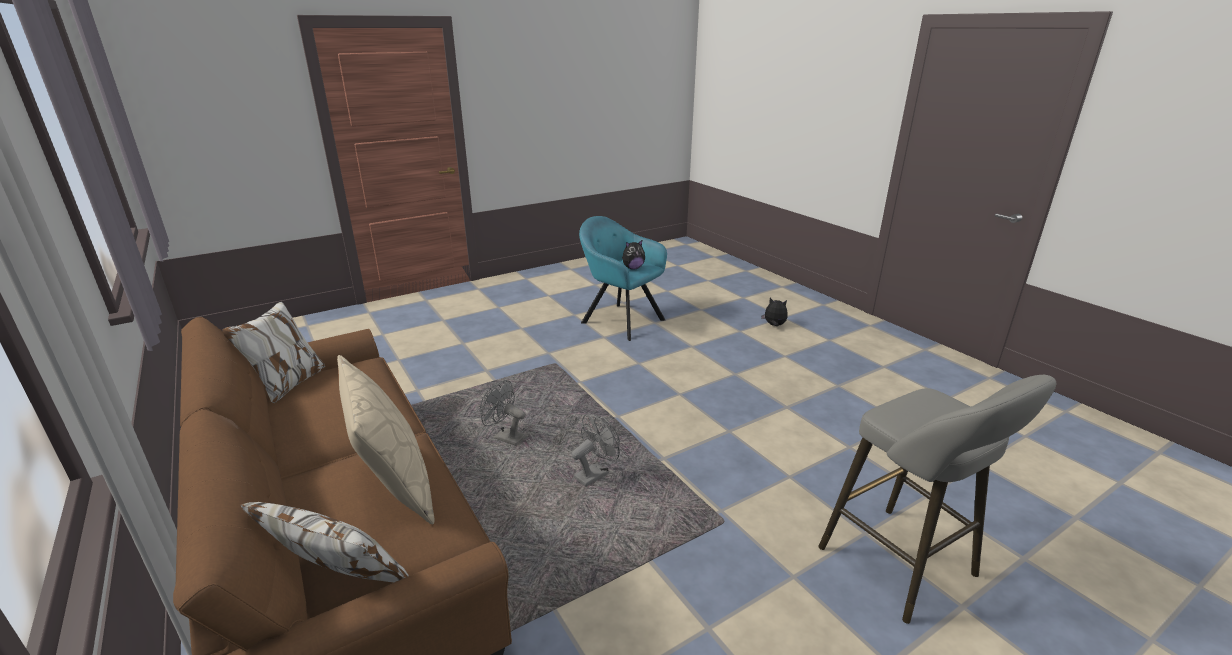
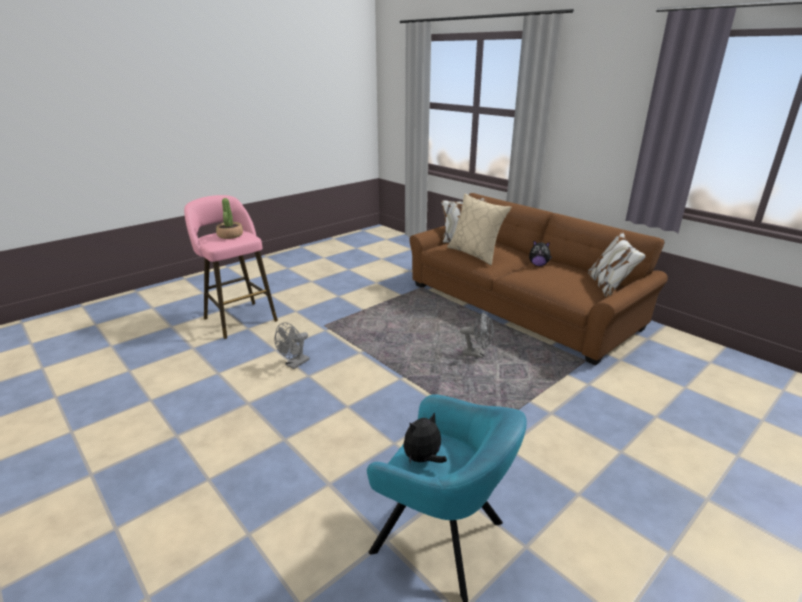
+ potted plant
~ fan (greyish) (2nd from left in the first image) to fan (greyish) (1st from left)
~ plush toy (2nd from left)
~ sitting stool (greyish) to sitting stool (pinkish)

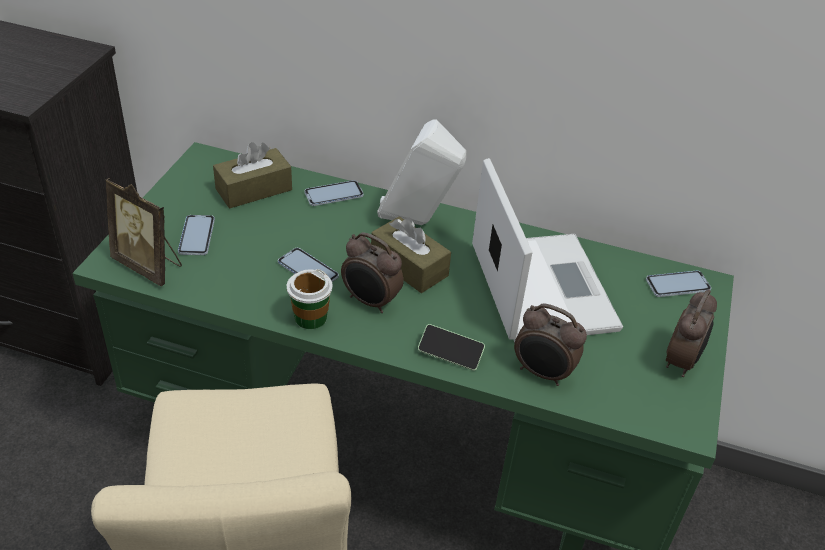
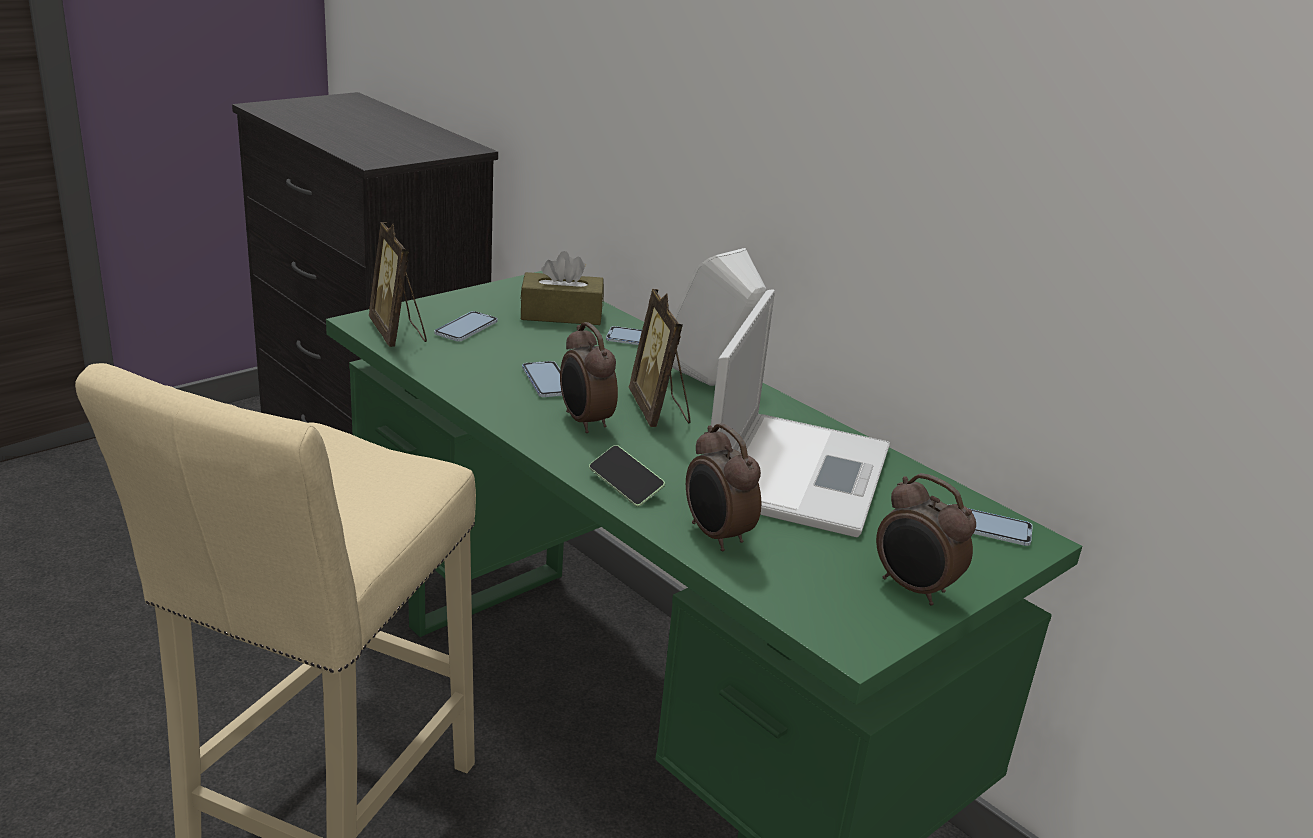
- drinking cup
~ box of tissues (brown-coloured) (2nd from left) to picture frame (2nd from left)
~ table clock (3rd from left) 75 degrees clockwise

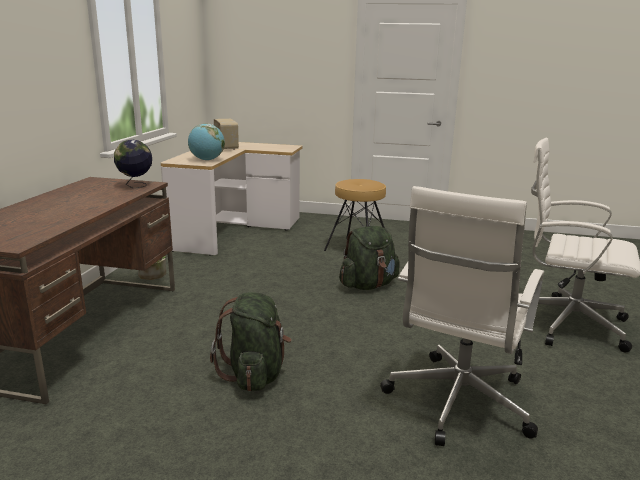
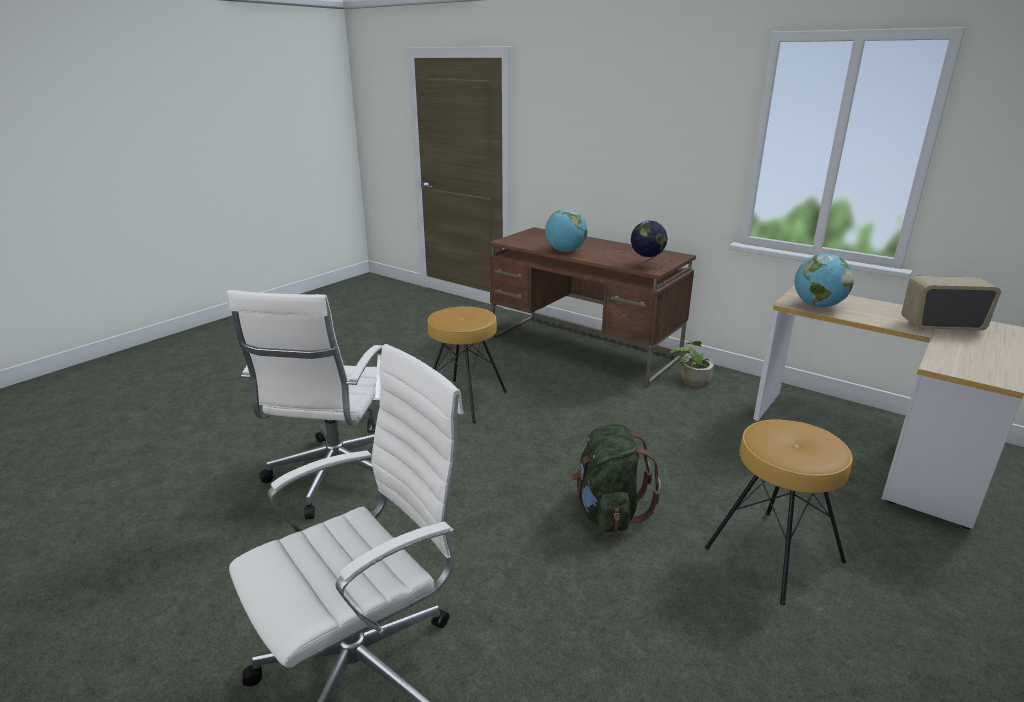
+ world globe (1st from left)
~ backpack (green) (1st from left) to sitting stool (brown-coloured) (1st from left)
~ desk chair (whitish) (1st from left) 135 degrees counterclockwise

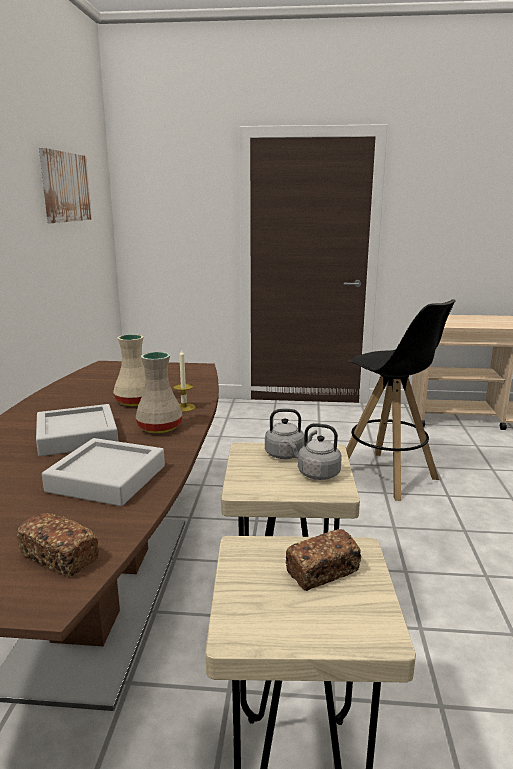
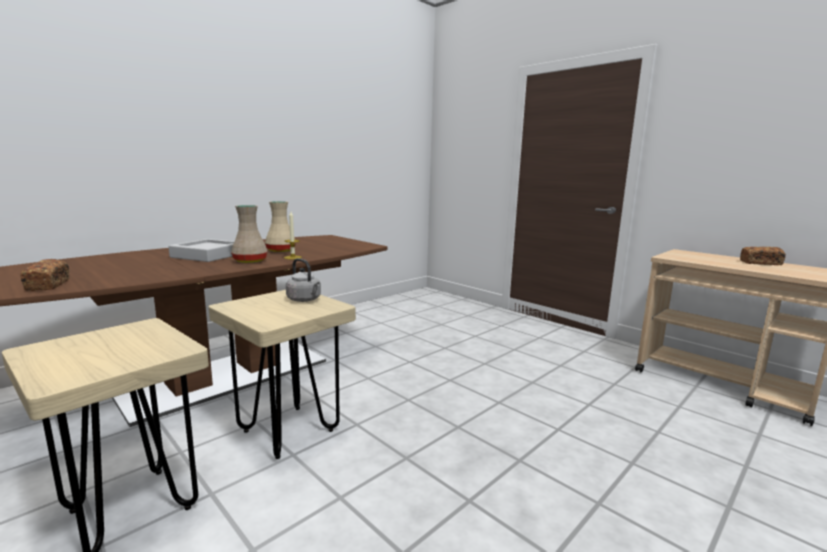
- picture
- carrying tray (greyish) (2nd from left)
- kettle (greyish) (2nd from left)
- sitting stool (black)
~ bakery bread (2nd from left)

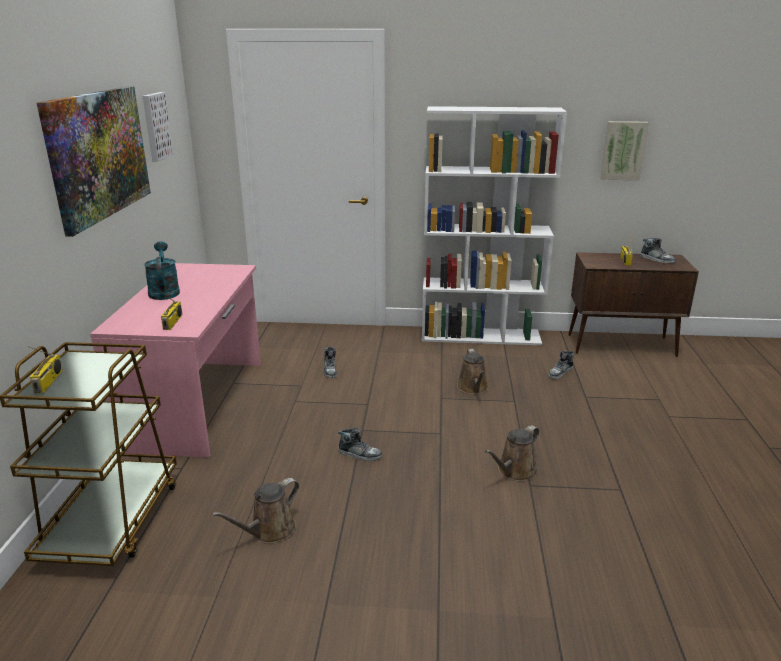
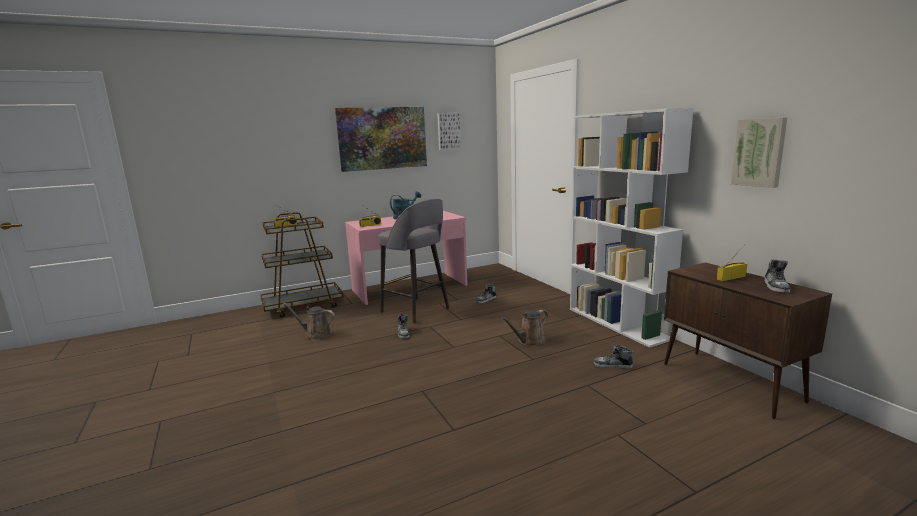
- watering pot (brown-coloured) (3rd from left)
+ sitting stool (greyish)

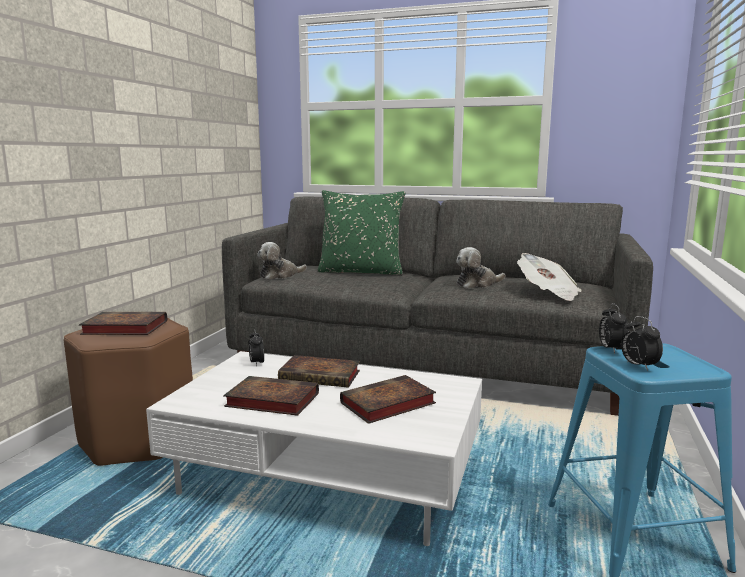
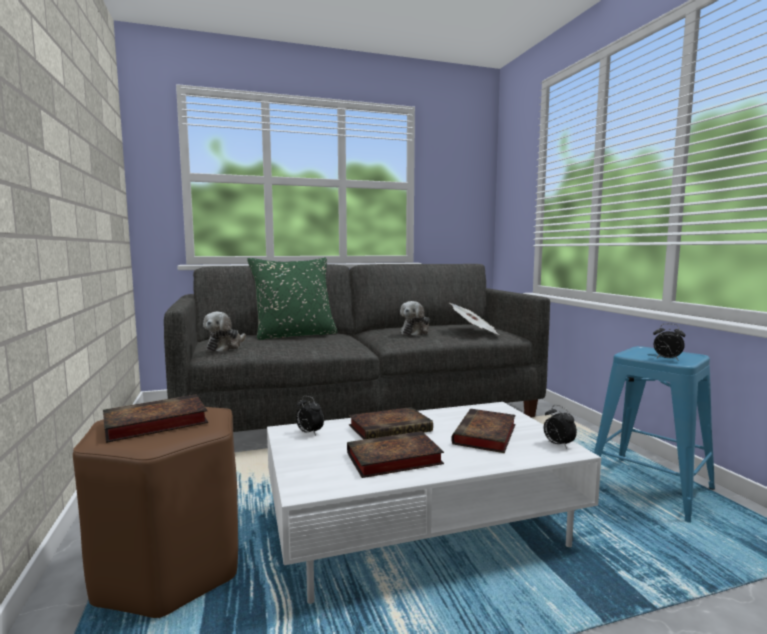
~ table clock (2nd from left)

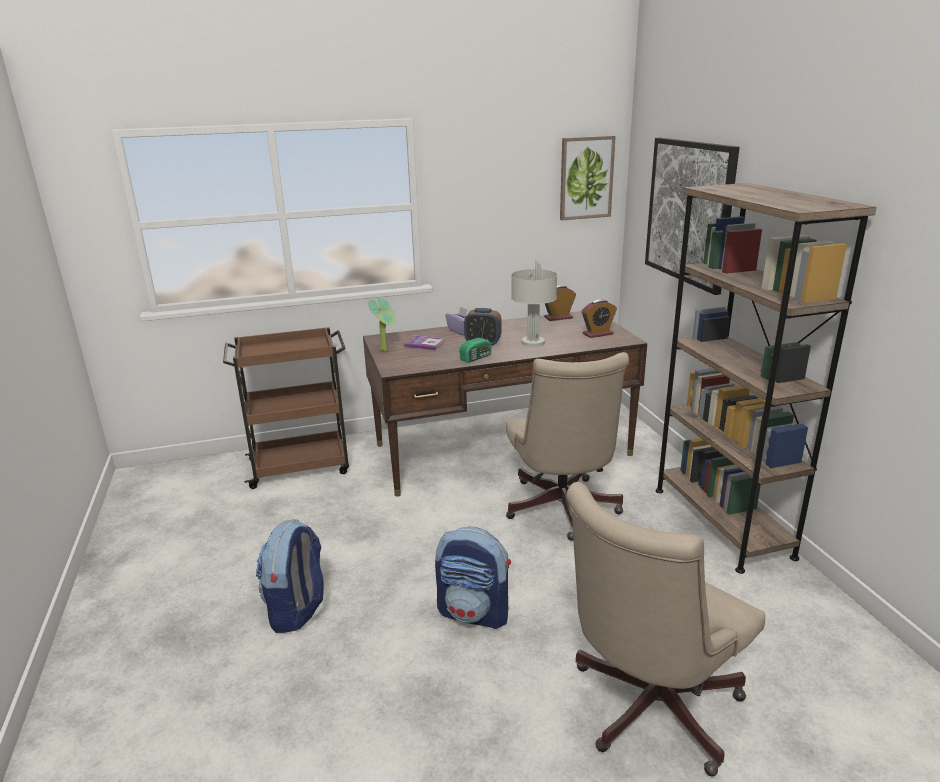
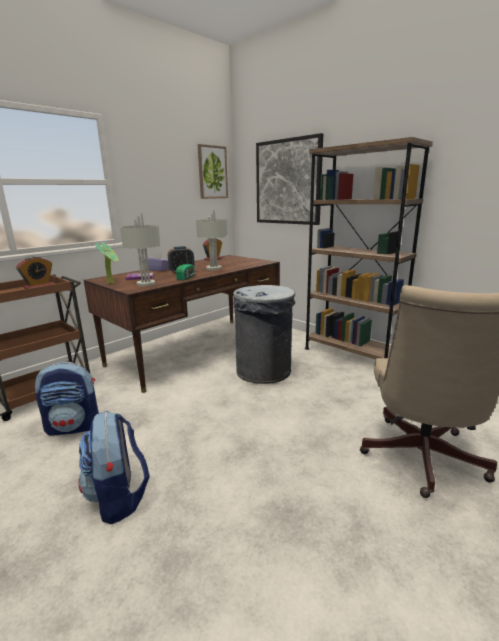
+ lamp for a table (greyish) (1st from left)
~ backpack (2nd from left in the first image) to backpack (1st from left)
~ table clock (3rd from left in the first image) to table clock (1st from left)
~ desk chair (sand-coloured) (1st from left) to trash can (greyish)

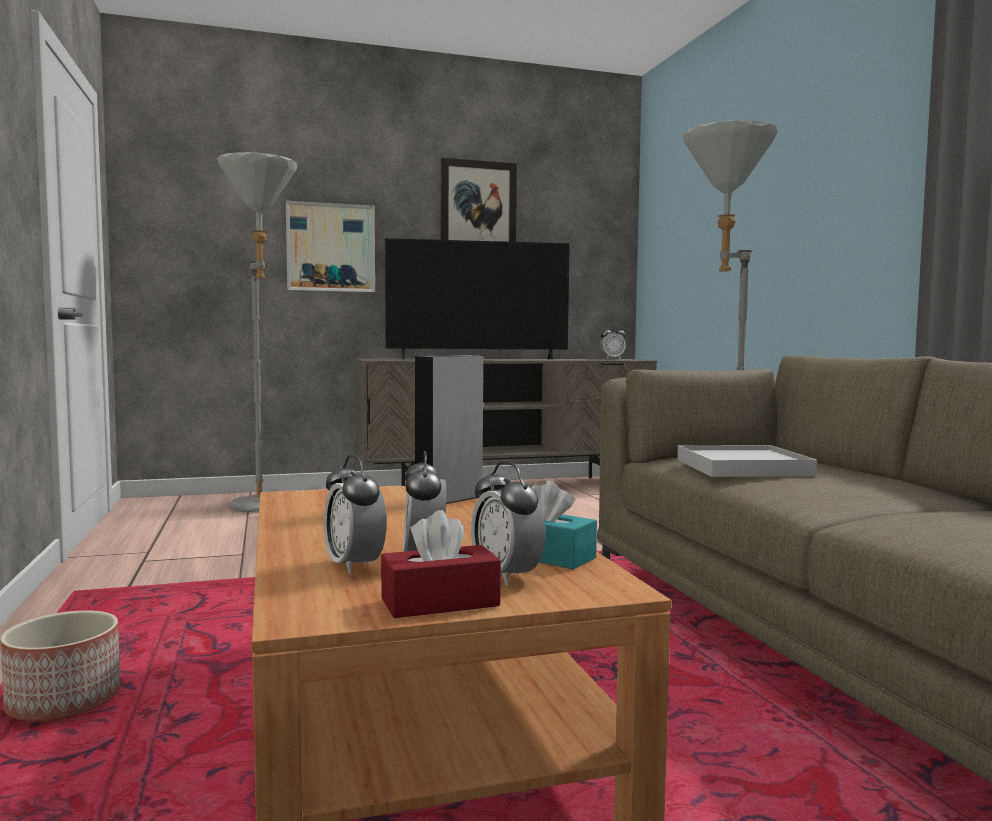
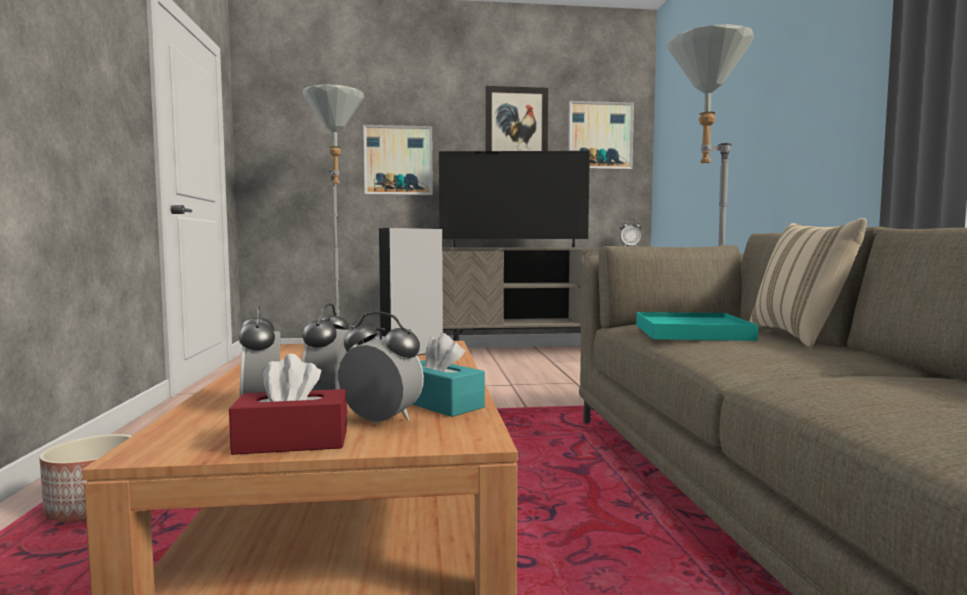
+ picture (3rd from left)
+ cushion (sand-coloured)
~ carrying tray (whitish) to carrying tray (turquoise)
~ table clock (3rd from left) 135 degrees clockwise

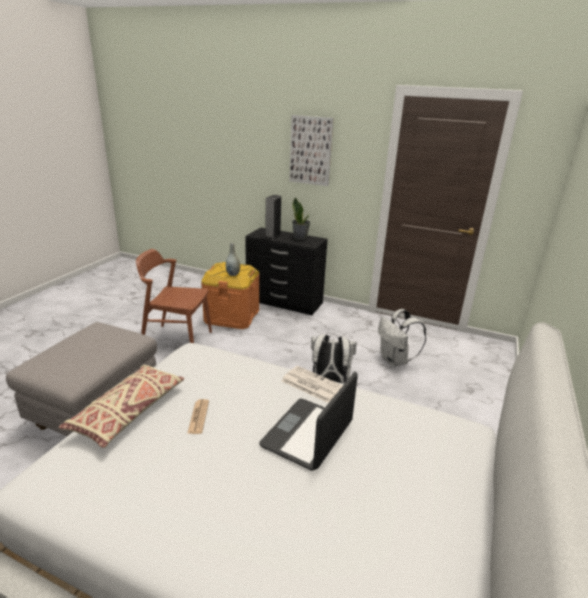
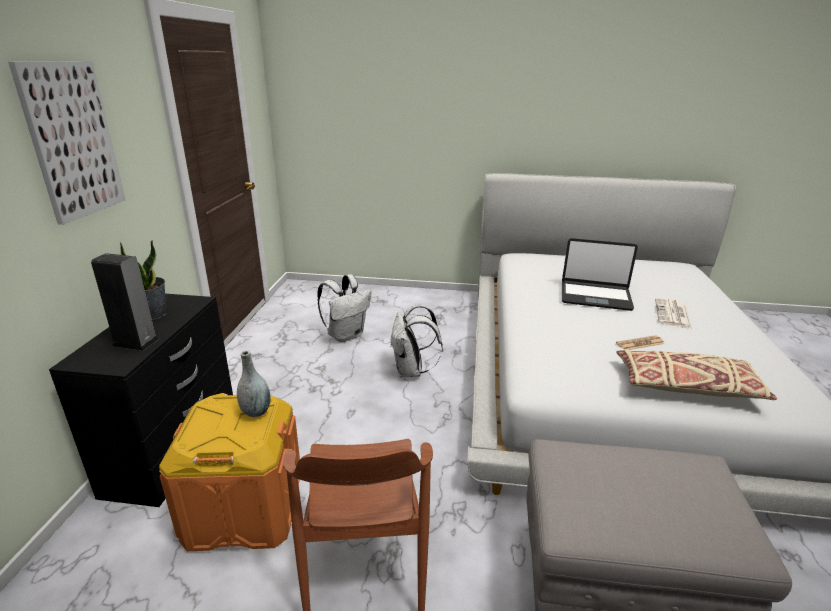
~ daily paper (2nd from left)

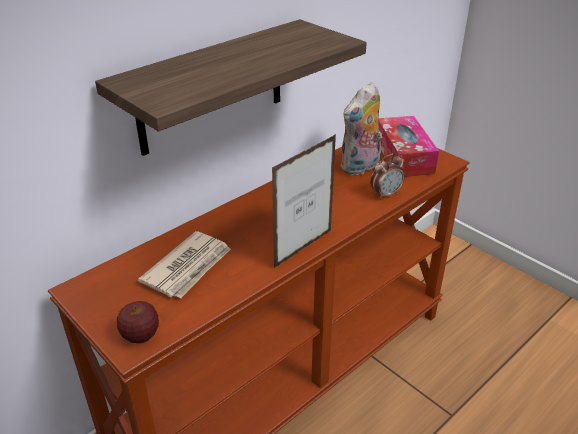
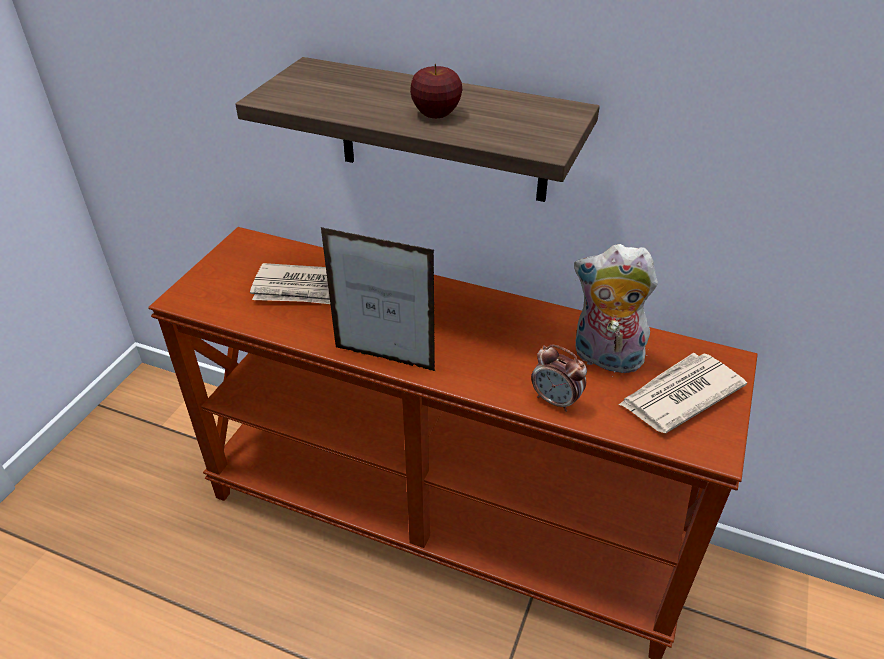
~ apple fruit
~ box of tissues to daily paper (2nd from left)

